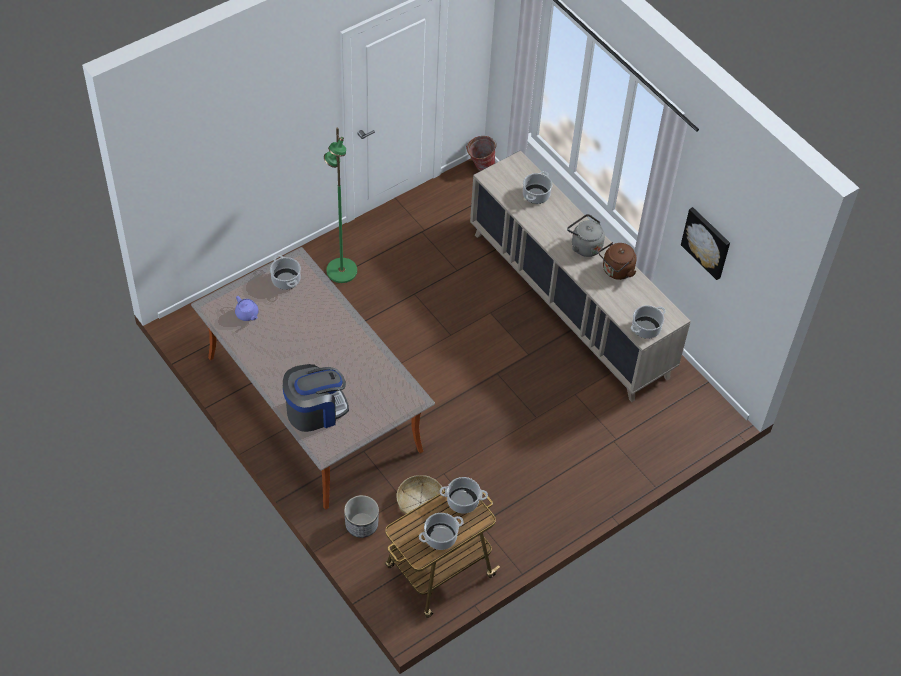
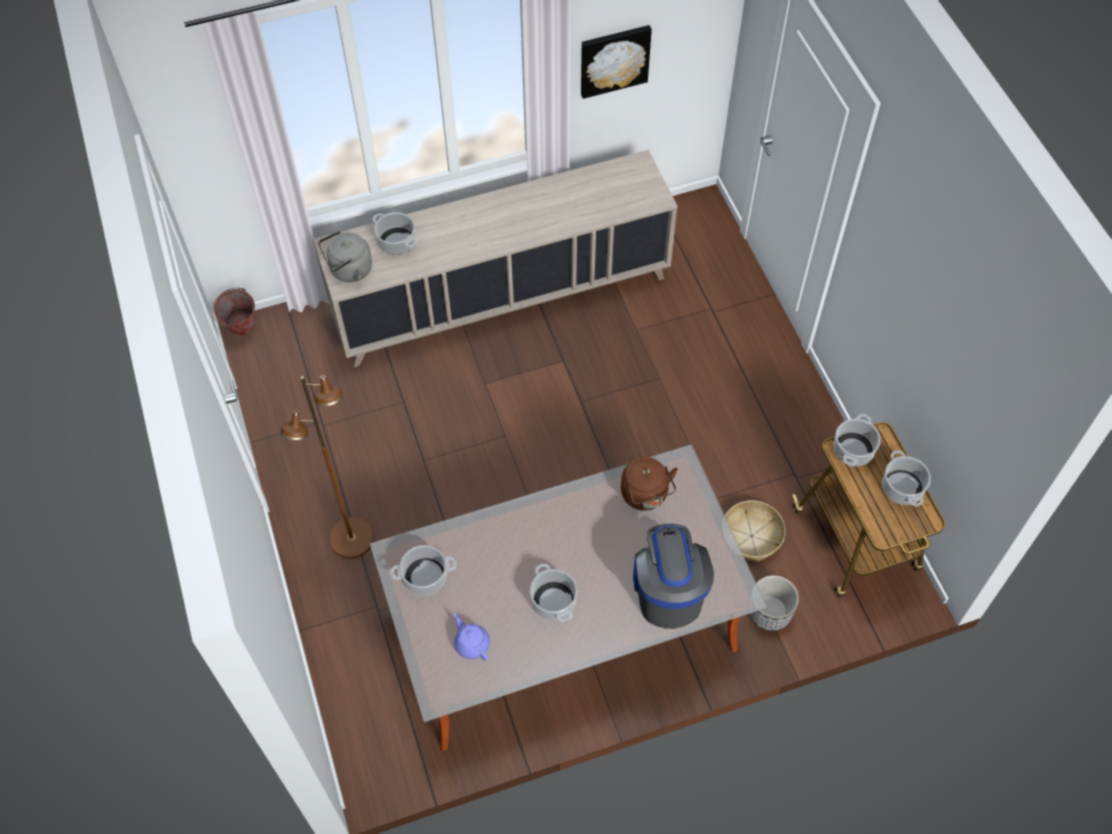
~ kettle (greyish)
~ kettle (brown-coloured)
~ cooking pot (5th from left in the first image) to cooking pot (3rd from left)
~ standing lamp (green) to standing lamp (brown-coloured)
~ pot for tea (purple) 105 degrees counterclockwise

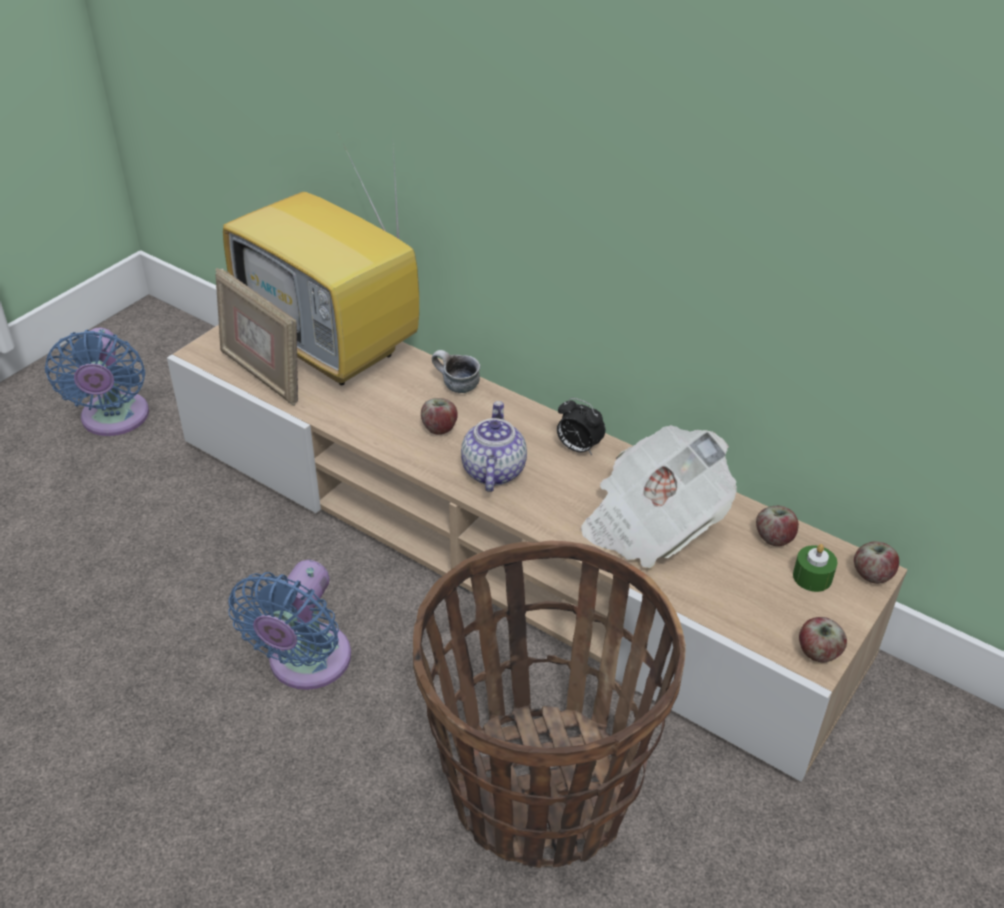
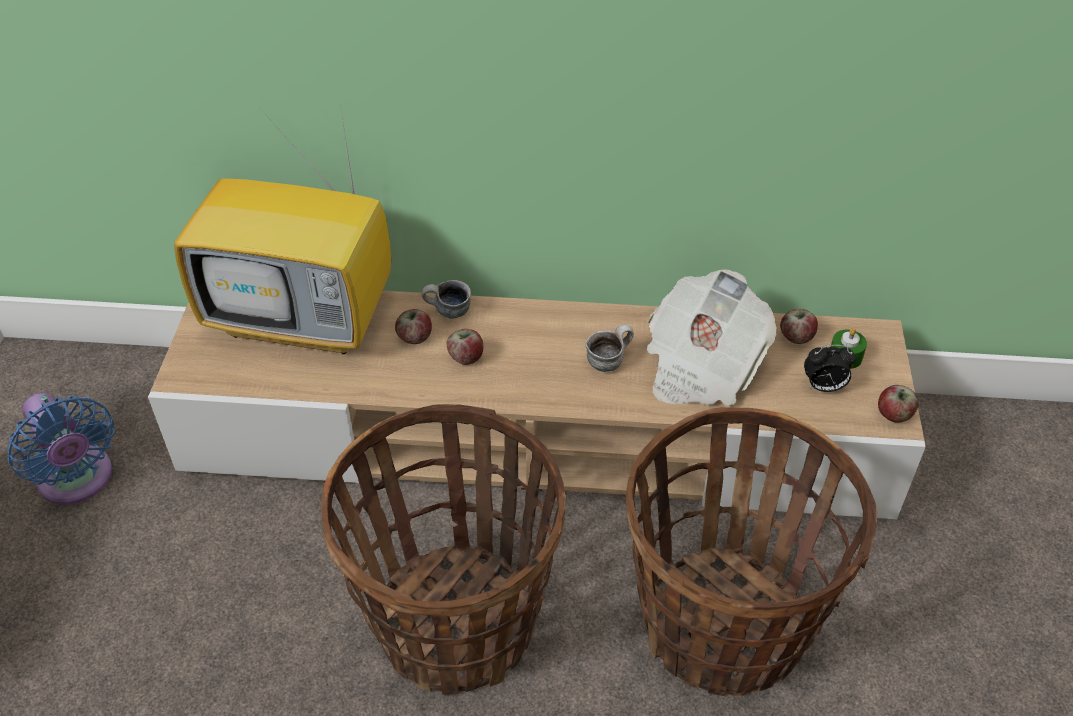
- picture frame
- pot for tea
+ tea mug (2nd from left)
~ table clock
~ apple fruit (4th from left in the first image) to apple fruit (1st from left)
~ fan (blue-coloured) (2nd from left) to storage basket (1st from left)

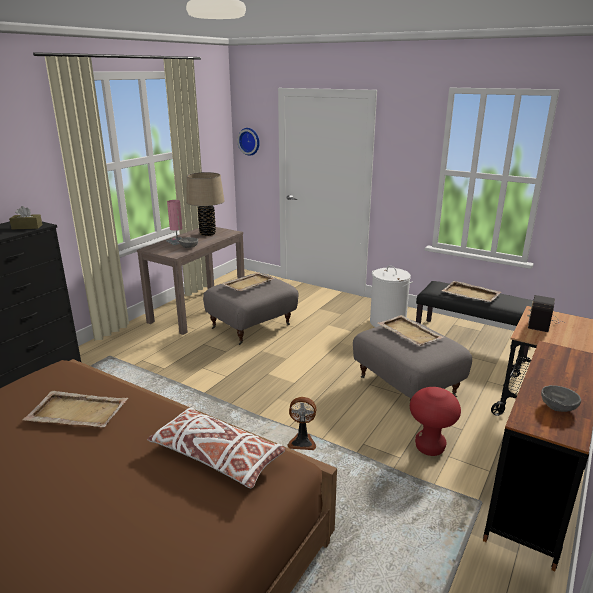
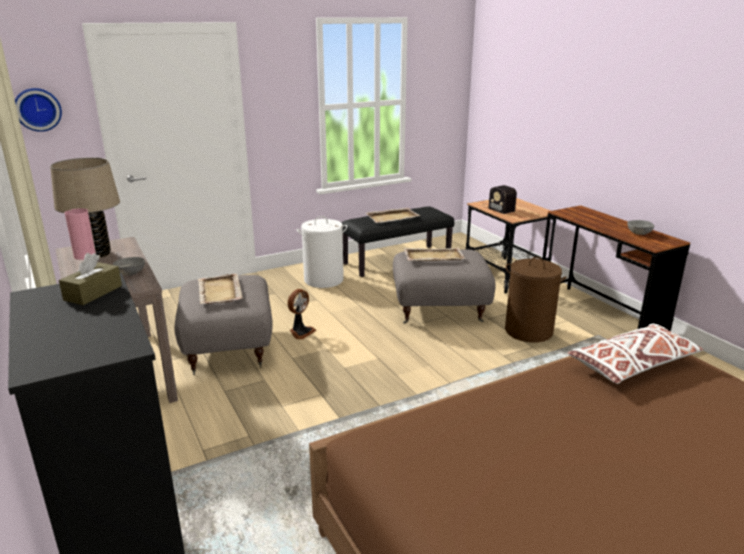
- carrying tray (sand-coloured) (1st from left)
~ fan
~ sitting stool (red-coloured) to hamper (brown-coloured)

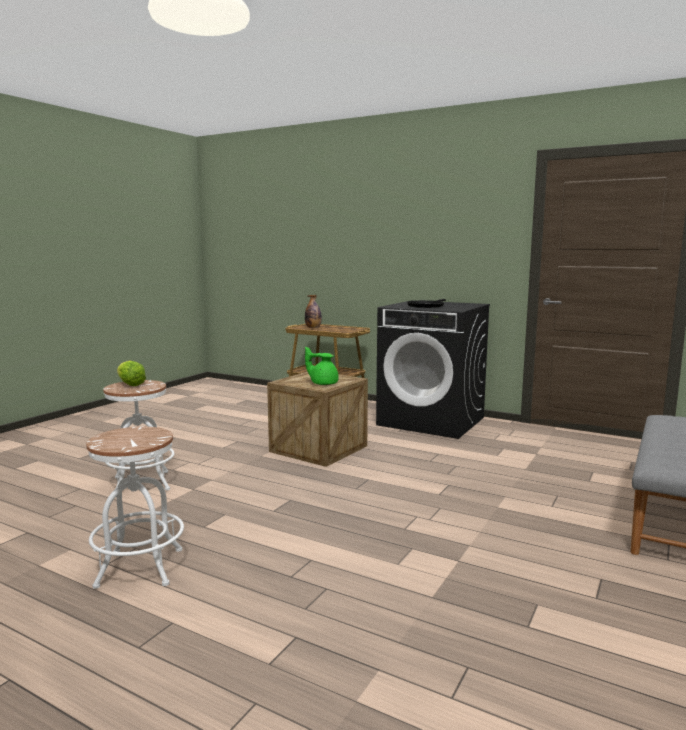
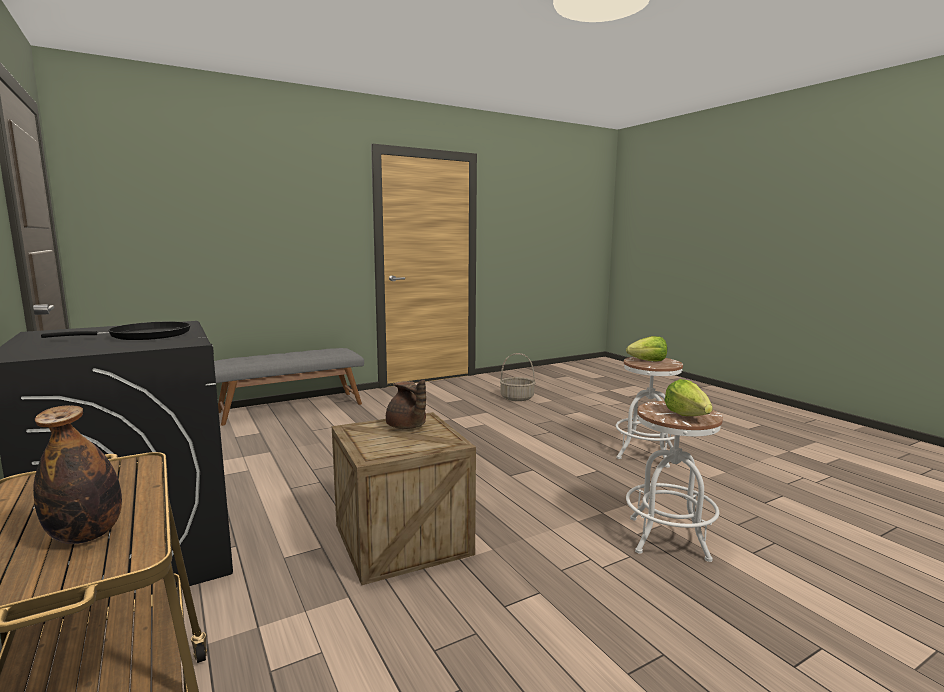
+ storage basket
+ lettuce (1st from left)
~ pot for tea (green) to pot for tea (brown-coloured)

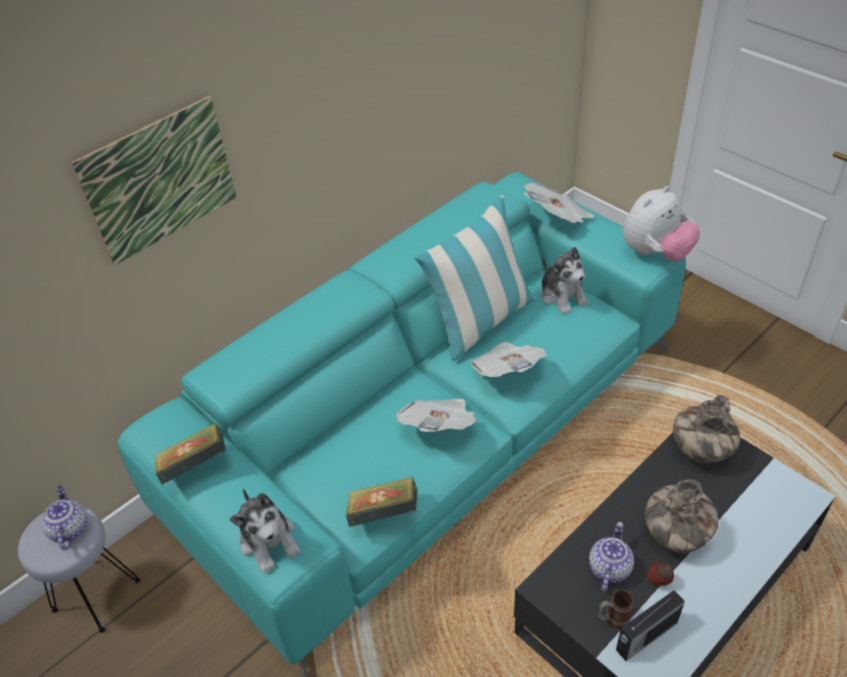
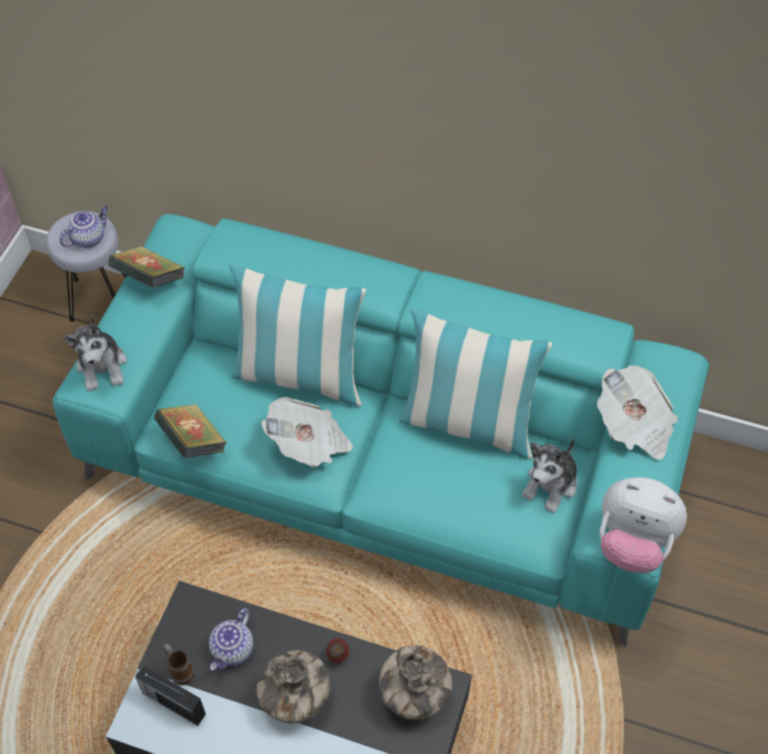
- picture
- daily paper (2nd from left)
+ cushion (1st from left)
~ apple fruit
~ plush toy (1st from left) 45 degrees counterclockwise
~ pot for tea (2nd from left) 120 degrees clockwise

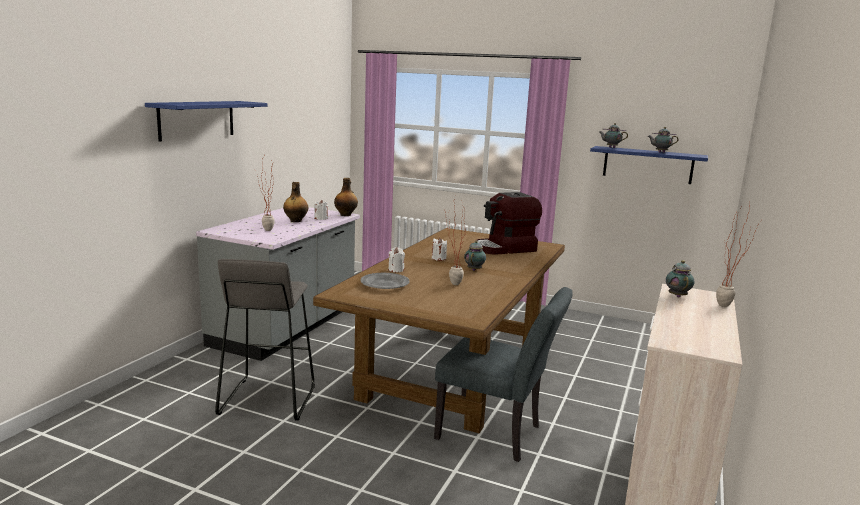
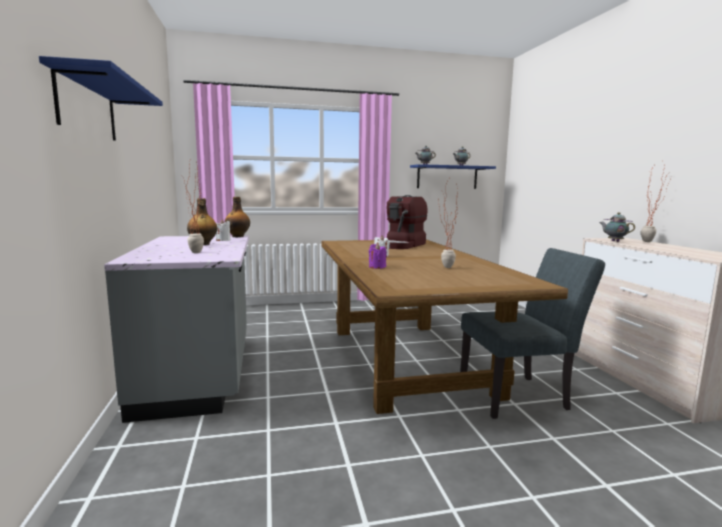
- sitting stool (greyish)
- dinner plate (greyish)
- pot for tea (1st from left)
~ wax light (whitish) (2nd from left) to wax light (purple)

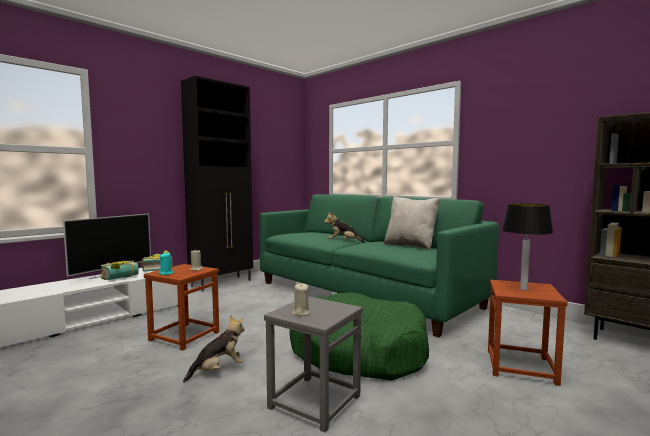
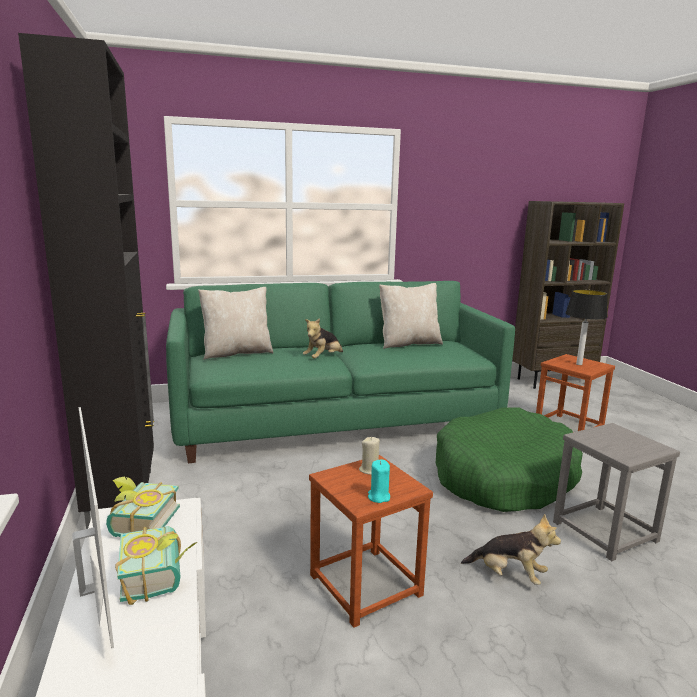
- wax light (sand-coloured) (2nd from left)
+ cushion (sand-coloured) (1st from left)
~ plush toy (1st from left in the first image) 120 degrees clockwise

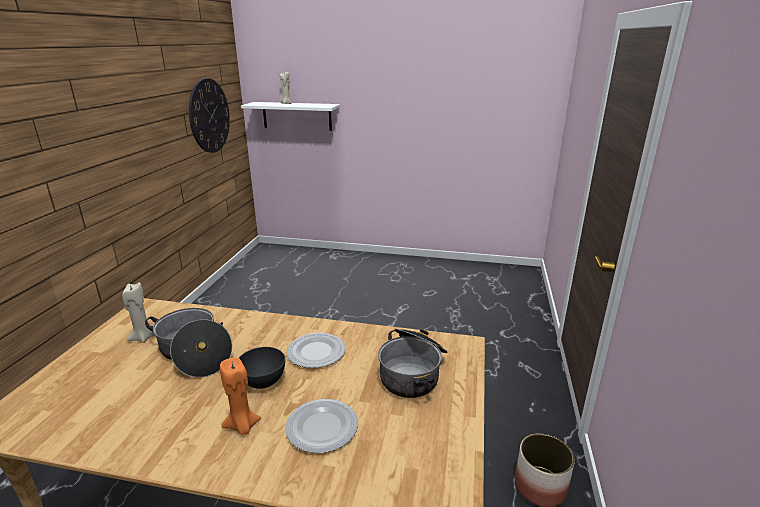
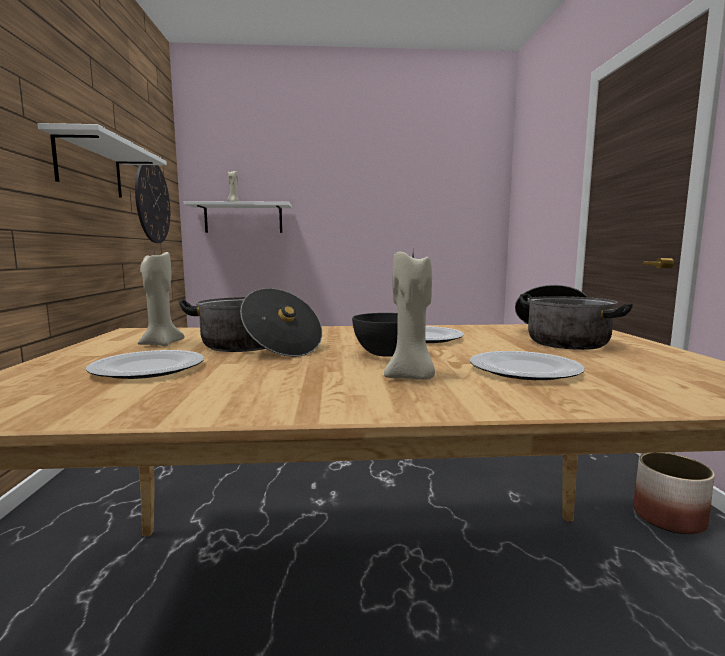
+ bracket shelf (whitish) (1st from left)
+ dinner plate (1st from left)
~ wax light (orange) to wax light (sand-coloured) (3rd from left)

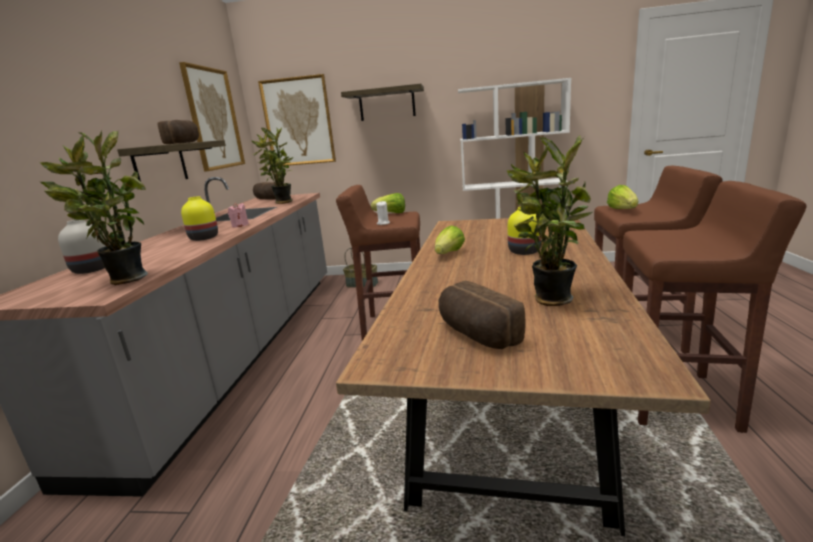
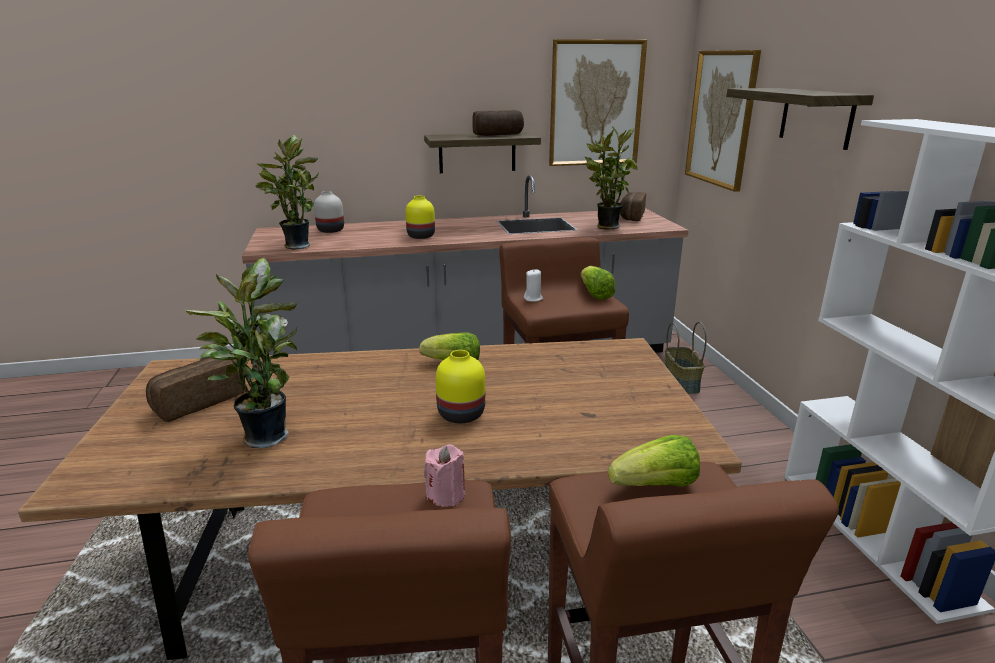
~ wax light (pinkish)

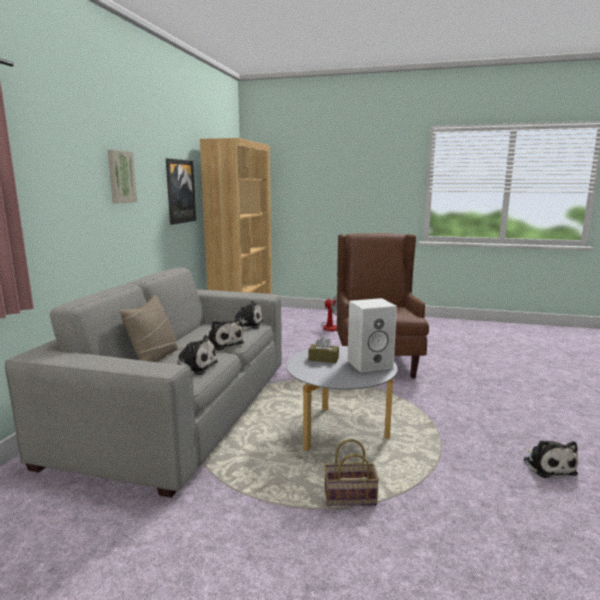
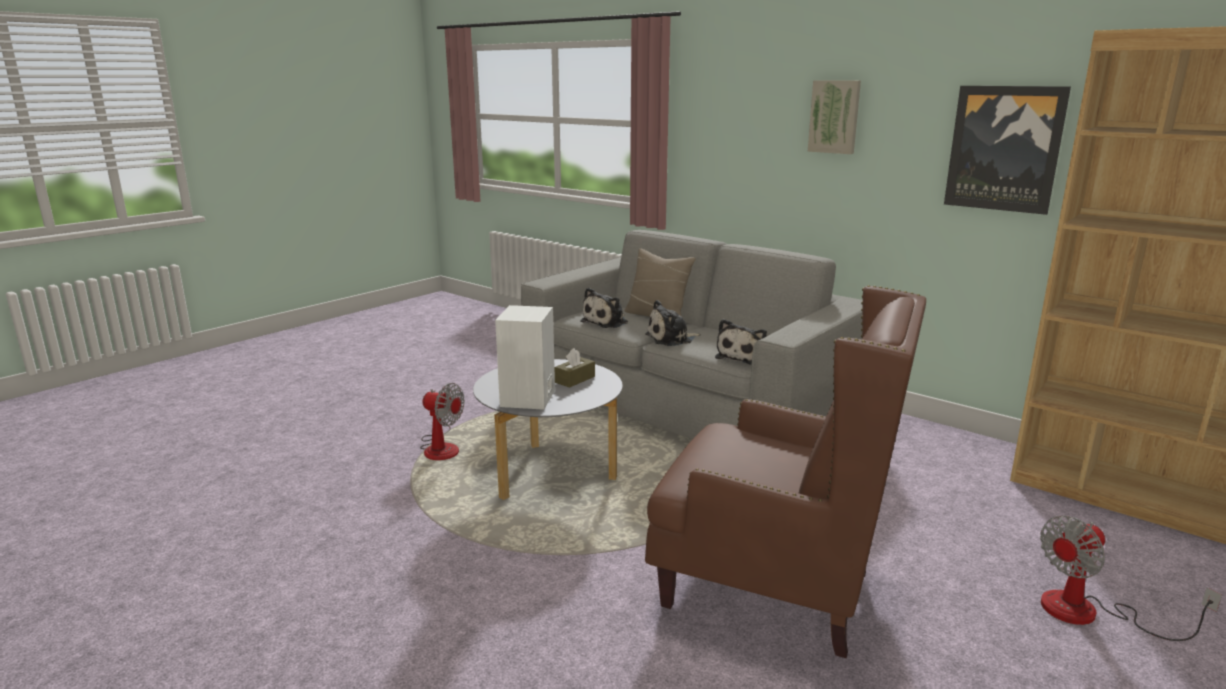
- plush toy (4th from left)
~ storage basket to fan (1st from left)

